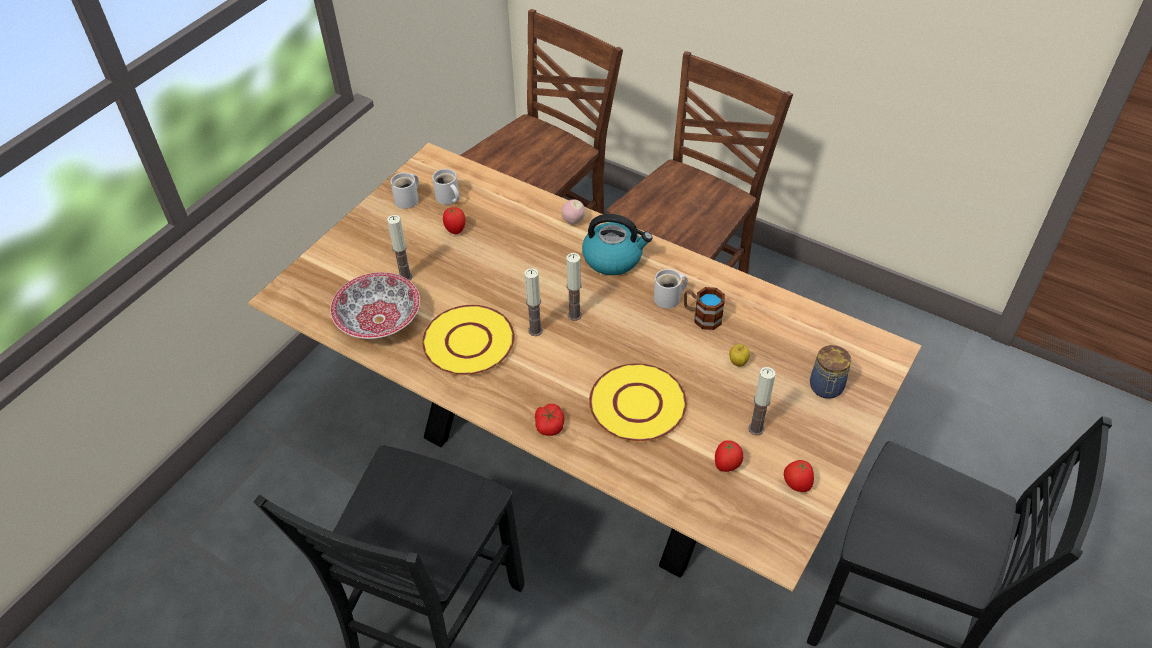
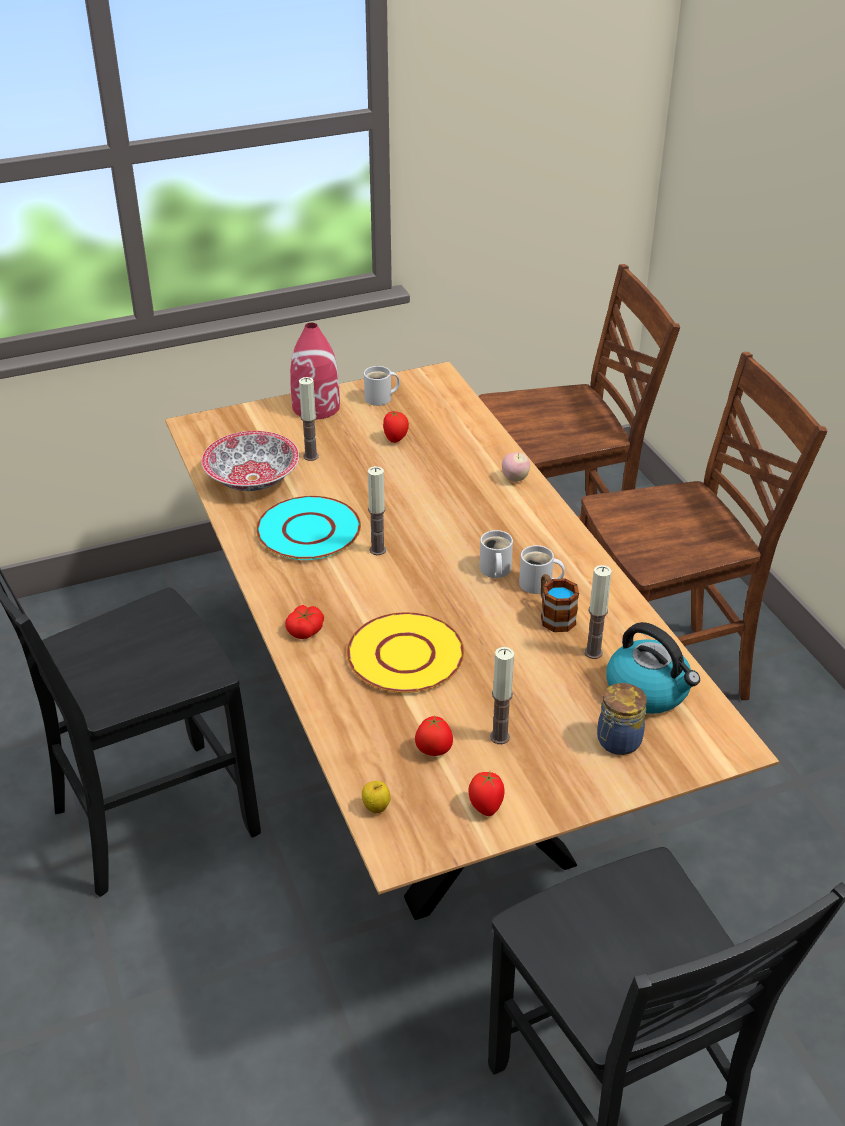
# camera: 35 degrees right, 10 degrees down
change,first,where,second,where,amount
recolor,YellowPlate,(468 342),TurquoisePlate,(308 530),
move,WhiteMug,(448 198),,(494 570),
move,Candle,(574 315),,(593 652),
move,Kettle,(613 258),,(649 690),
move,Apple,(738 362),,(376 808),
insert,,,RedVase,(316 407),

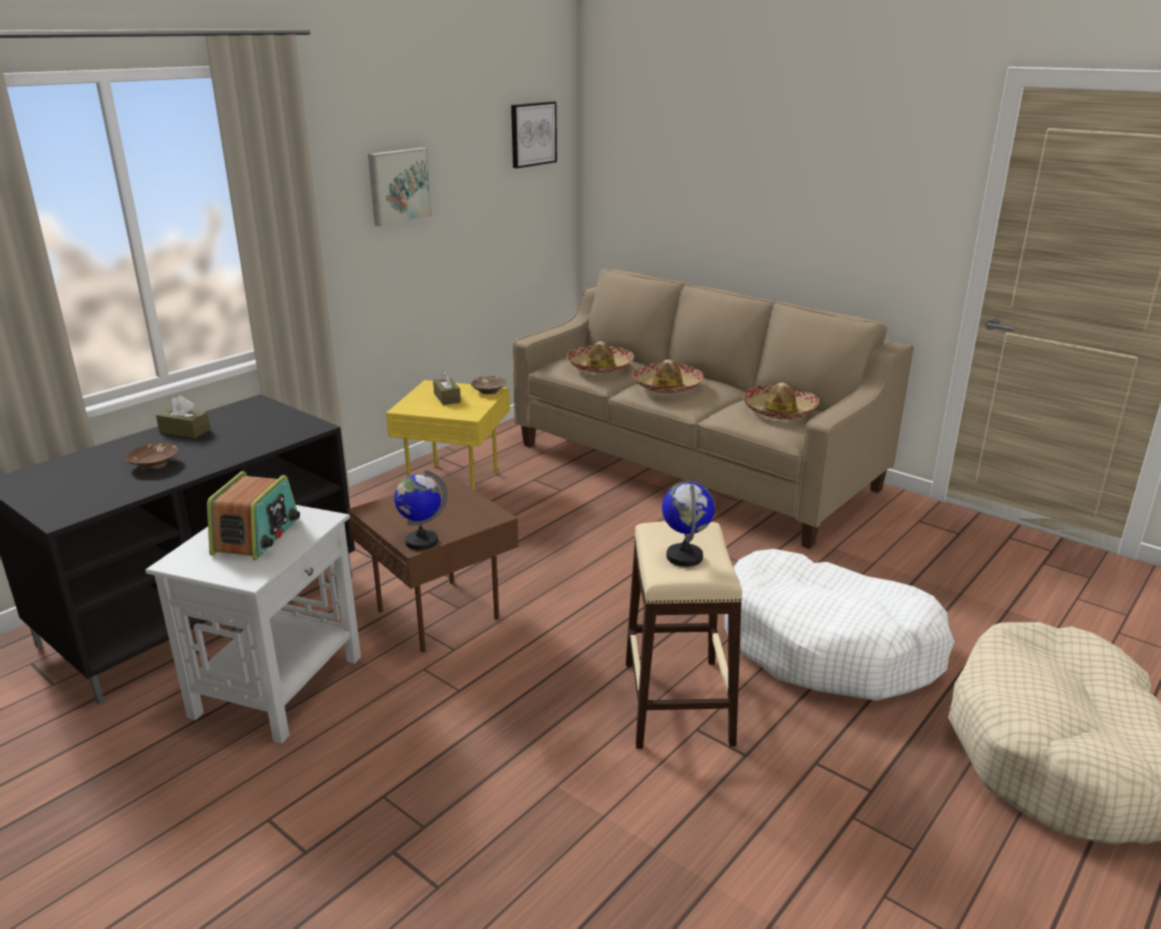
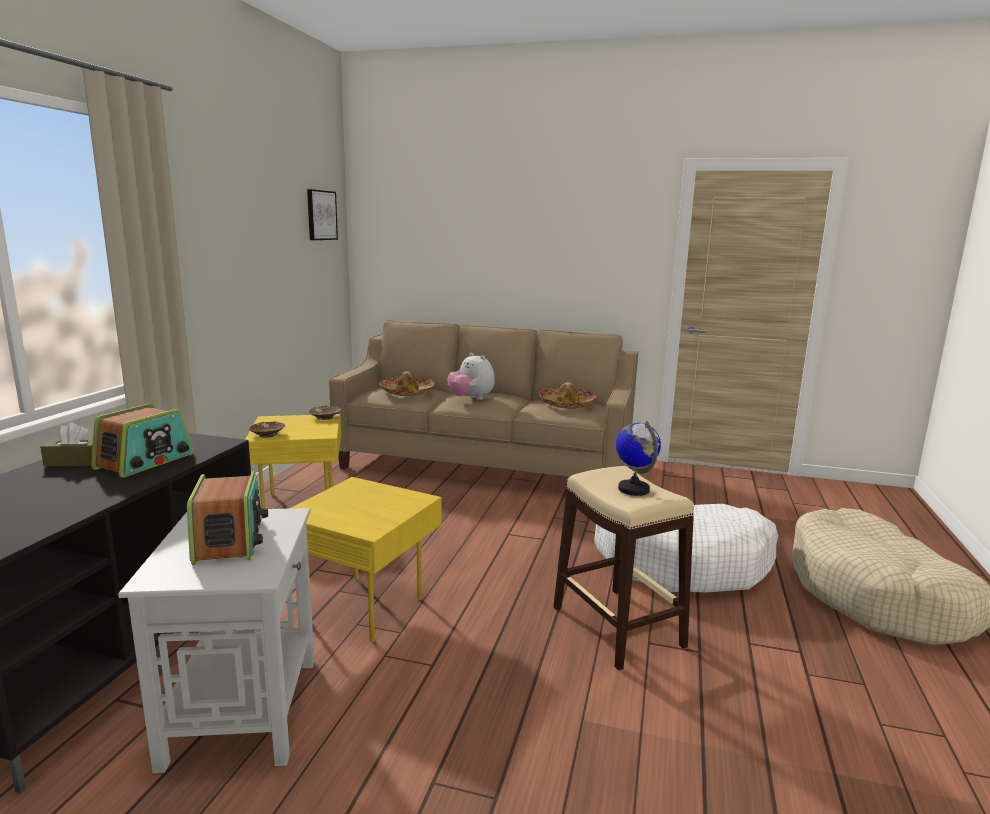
# camera: 25 degrees left, 10 degrees down
change,first,where,second,where,amount
move,BrownBowl,(154 464),,(268 434),
recolor,BrownSideTable,(442 615),YellowSideTable,(367 607),
delete,Picture,(398 186),,,
delete,Globe,(421 541),,,
delete,BrownTissueBox,(447 398),,,
replace,Hat,(666 386),PlushToy,(471 398),
insert,,,Radio,(145 461),

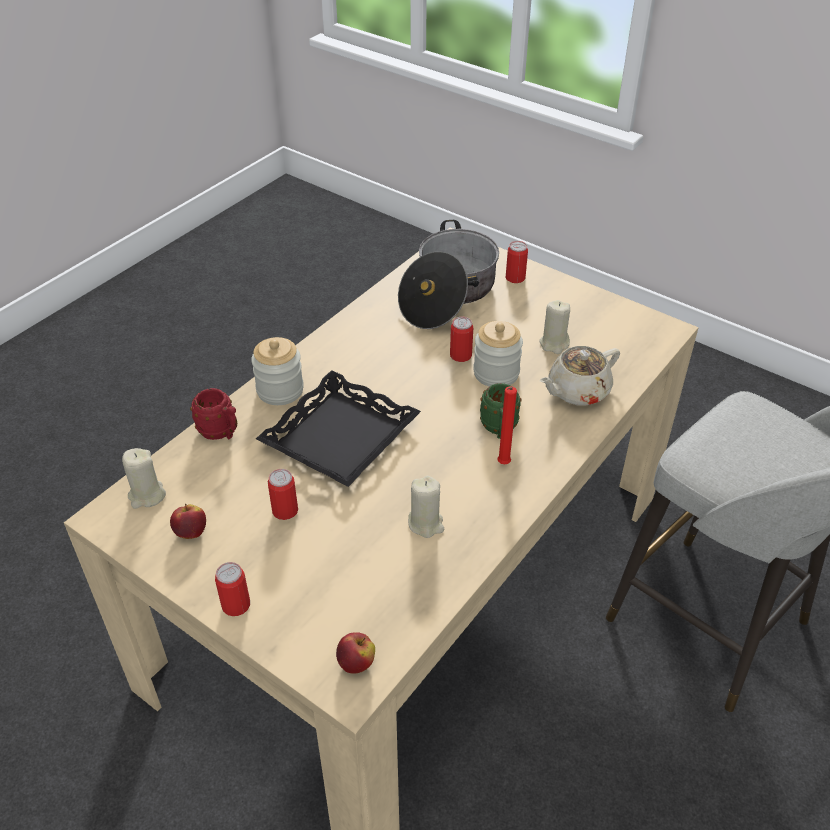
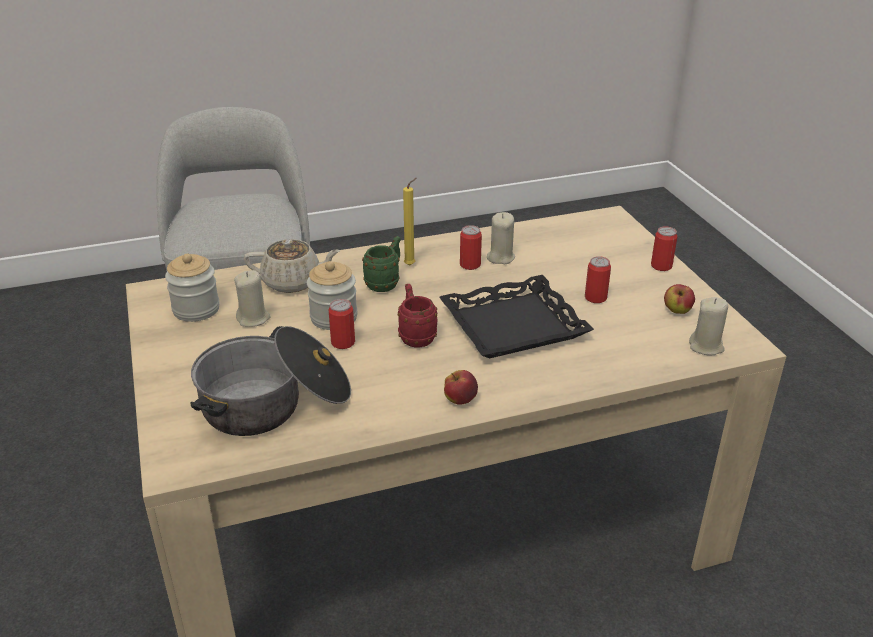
# camera: 145 degrees left, 10 degrees down
change,first,where,second,where,amount
move,RedMug,(221 433),,(415 336),
move,Jar,(280 390),,(196 309),
move,Apple,(356 663),,(460 400),
recolor,RedCandle,(502 465),YellowCandle,(411 265),
move,Can,(515 278),,(470 265),

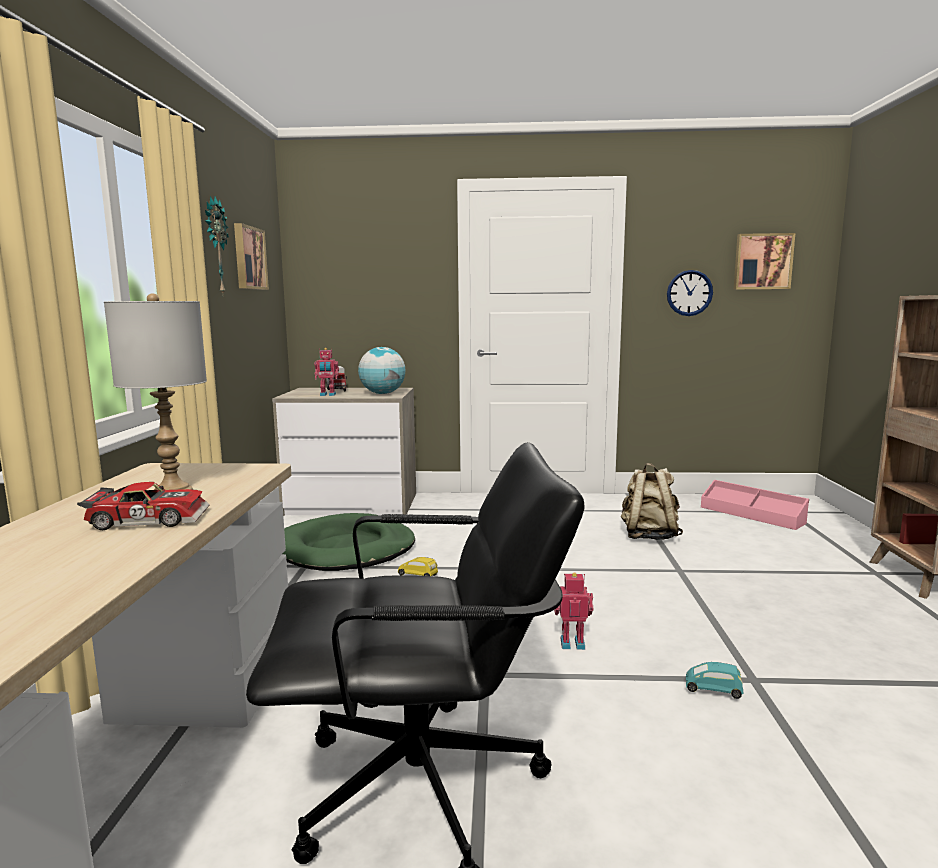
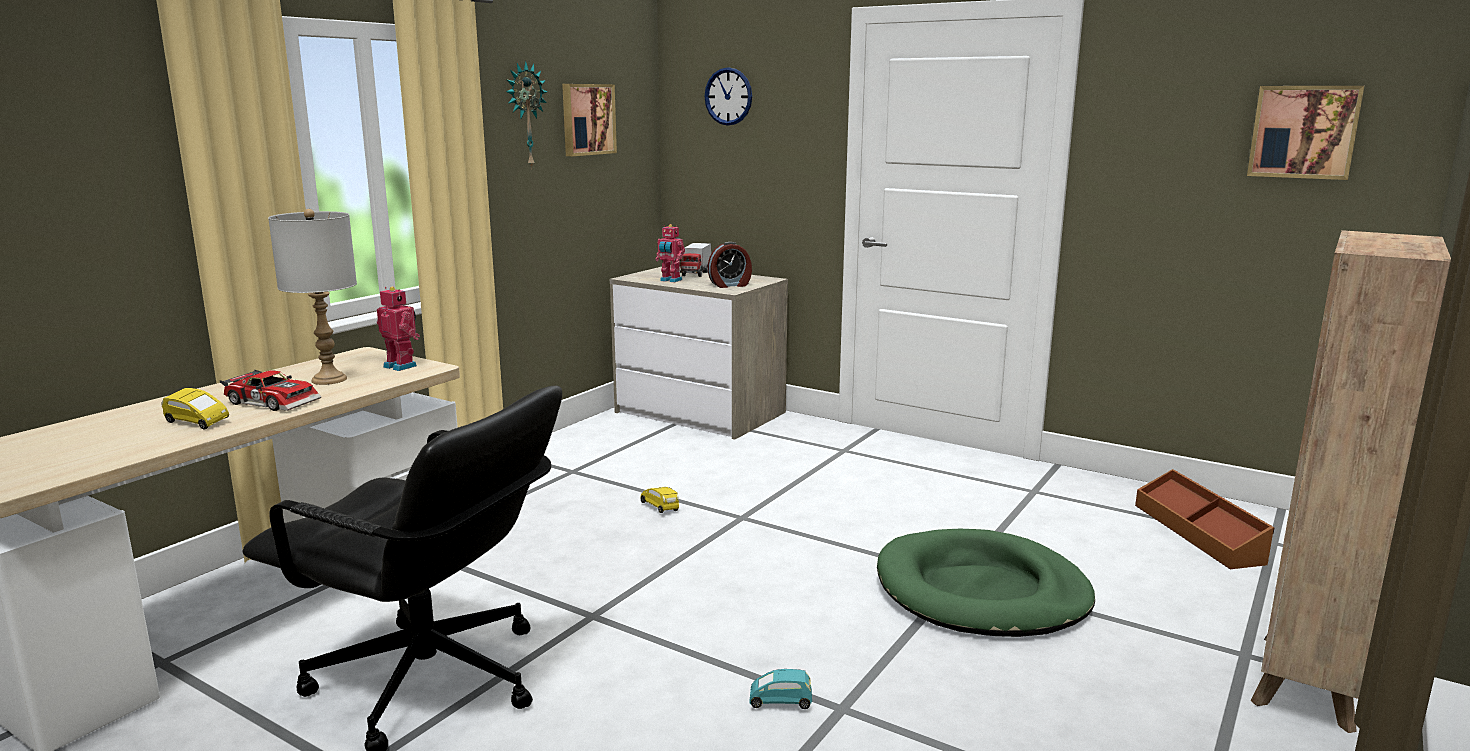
# camera: 30 degrees right, 5 degrees up
change,first,where,second,where,amount
move,GreenDogBed,(346 549),,(981 592),
replace,Globe,(382 393),AlarmClock,(730 285),
move,ToyRobot,(572 642),,(402 366),
delete,BeigeBackpack,(649 536),,,
move,WallClock,(689 293),,(728 96),
rotate,TurquoiseToyCar,(713 690),,(780 702),45 degrees counterclockwise
recolor,PinkStorageBox,(752 514),BrownStorageBox,(1198 533),
insert,,,YellowToyCar,(196 423),

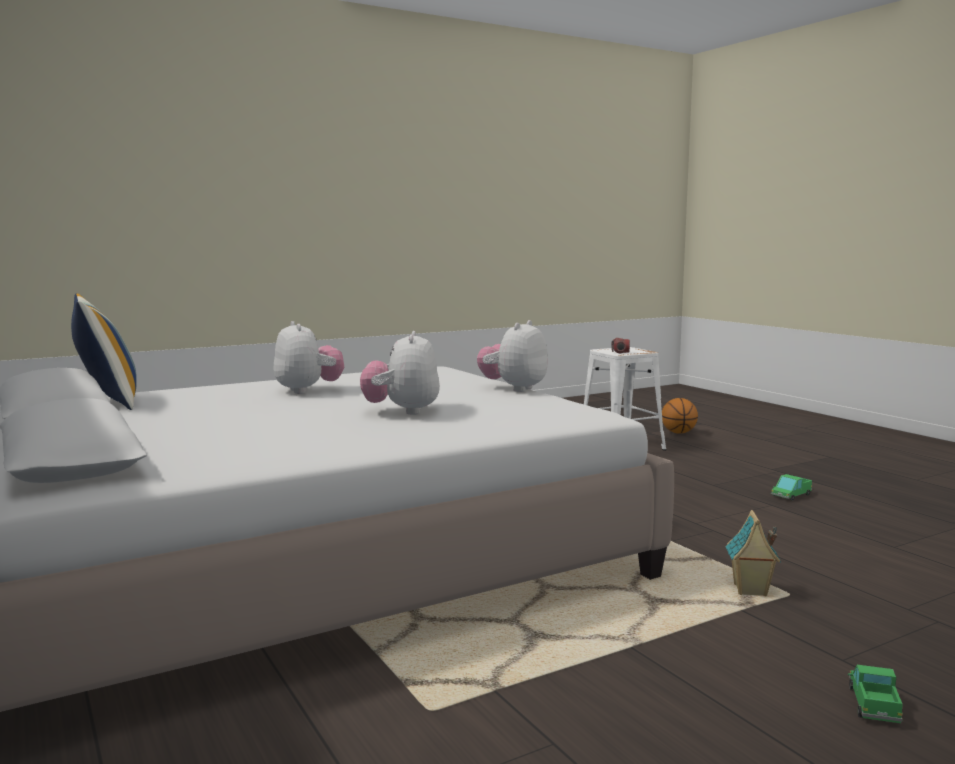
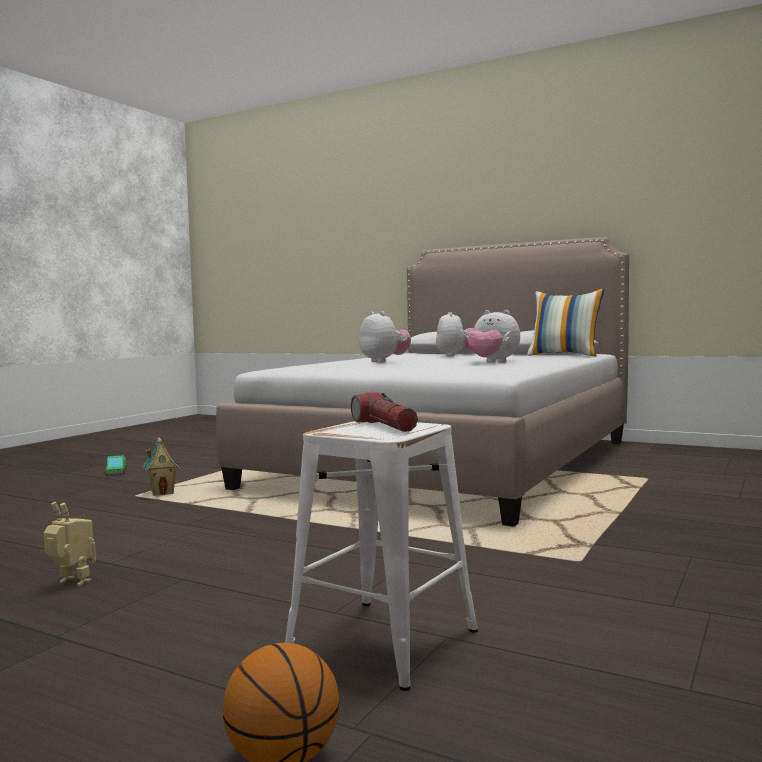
# camera: 150 degrees right, 5 degrees down
change,first,where,second,where,amount
move,PlushToy,(514 389),,(456 355),
replace,ToyTruck,(791 495),ToyRobot,(71 583),

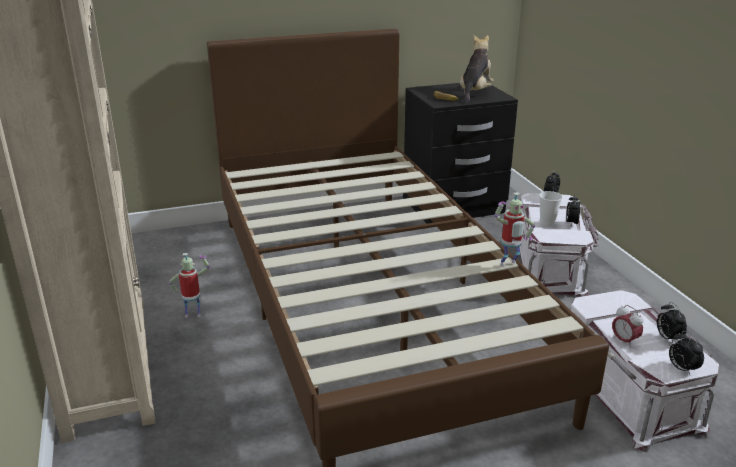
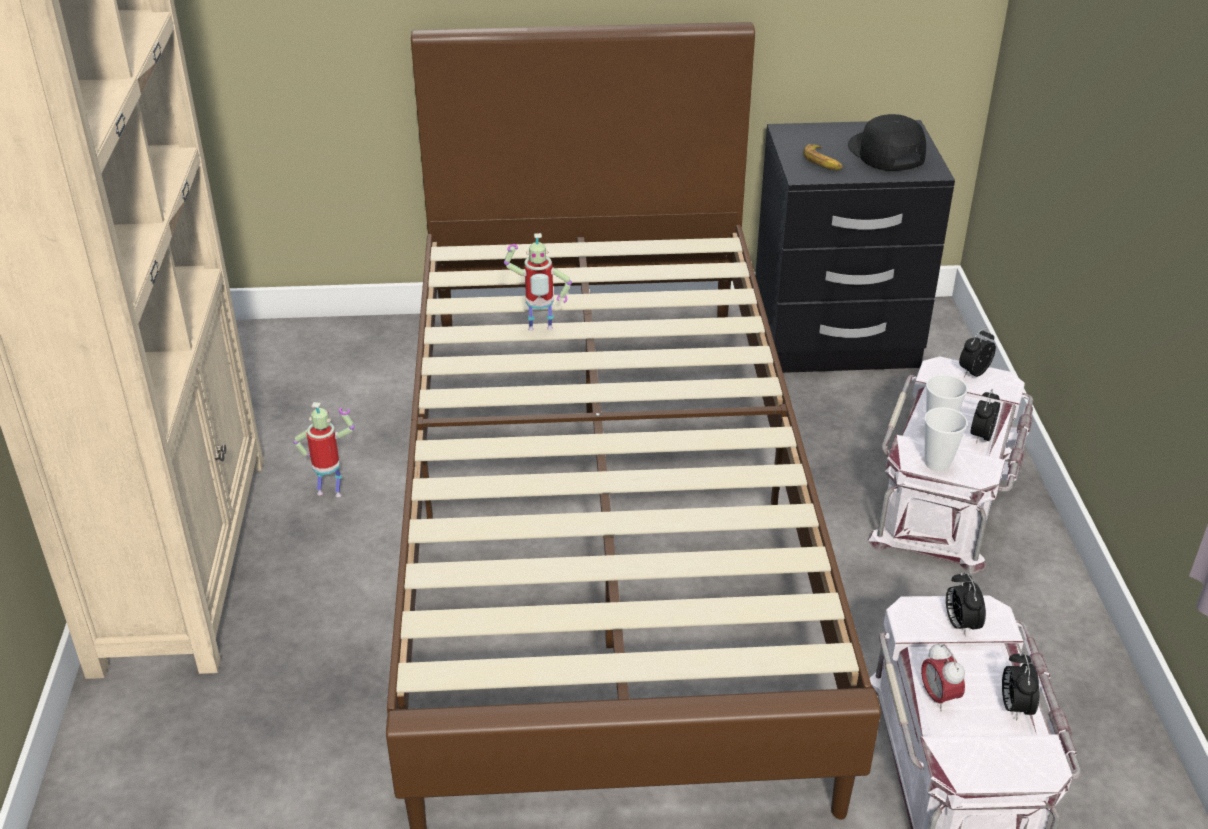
# camera: 15 degrees right, 10 degrees up
change,first,where,second,where,amount
replace,PlushToy,(475 93),BlackCap,(885 152),
move,ToyRobot,(508 264),,(539 331),
move,AlarmClock,(681 368),,(960 624),
insert,,,Cup,(937 464),

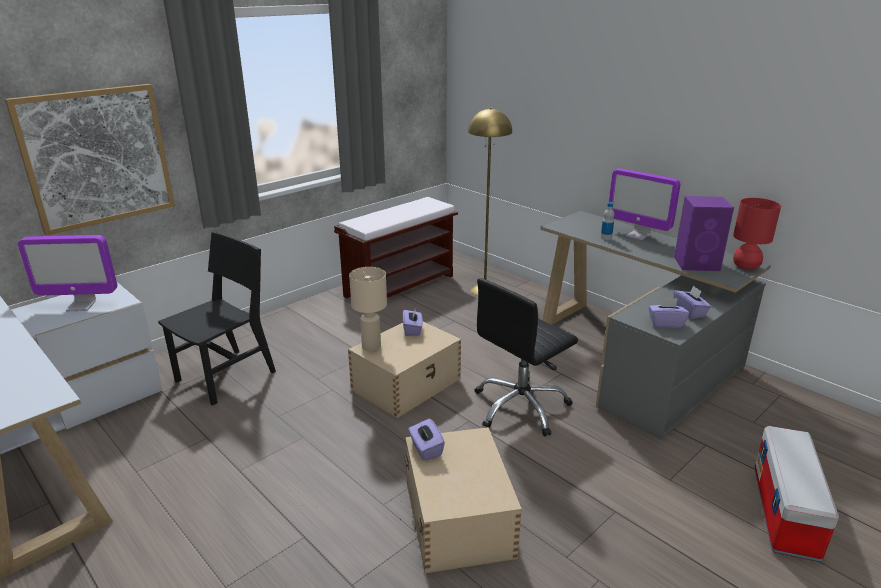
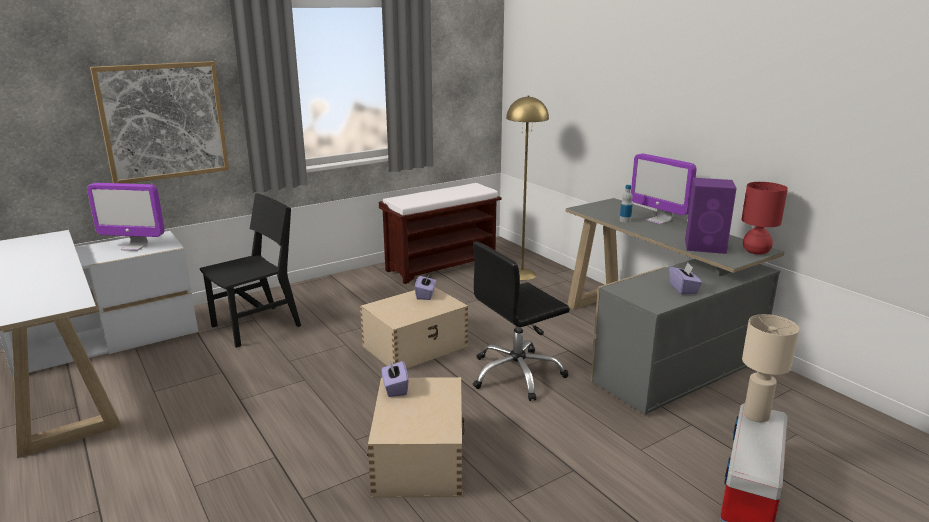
# camera: 10 degrees right, 5 degrees down
change,first,where,second,where,amount
move,BeigeTableLamp,(371 347),,(756 416),
delete,PurpleTissueBox,(666 323),,,

